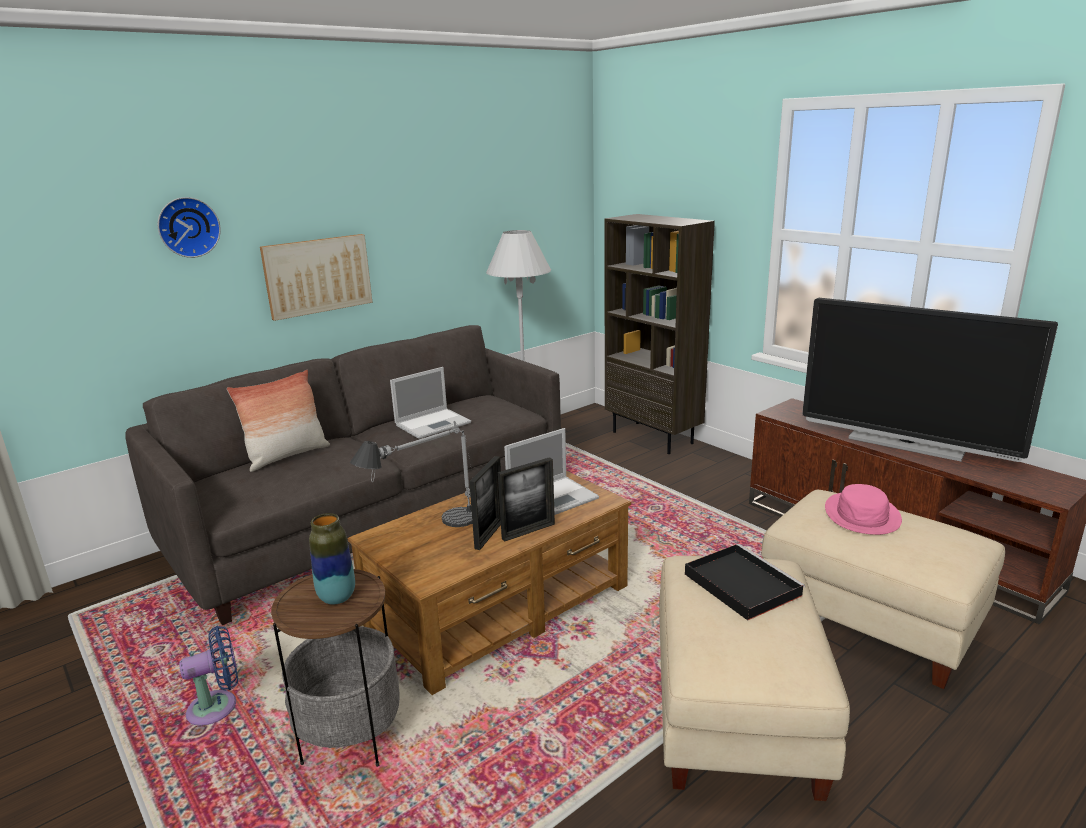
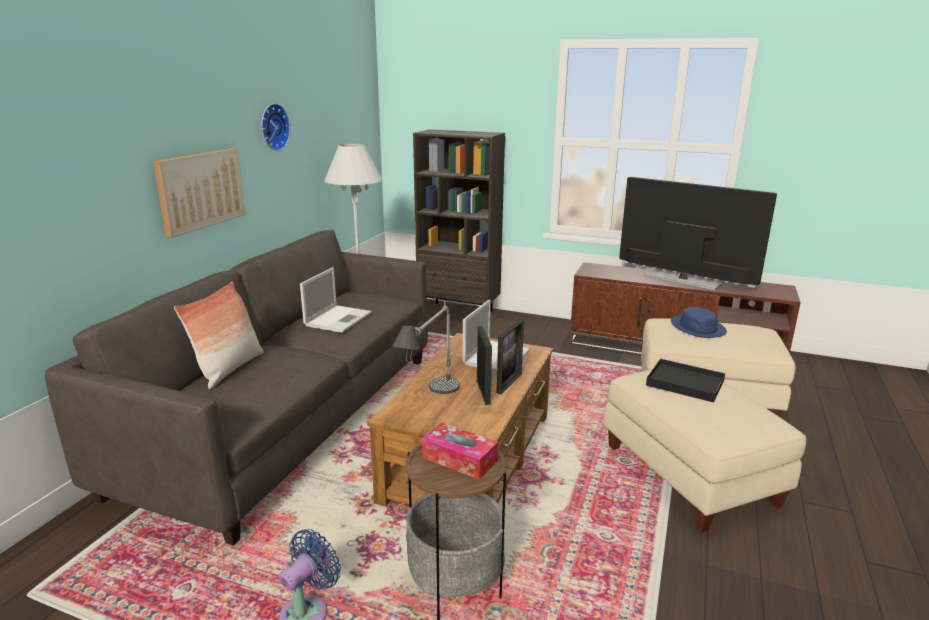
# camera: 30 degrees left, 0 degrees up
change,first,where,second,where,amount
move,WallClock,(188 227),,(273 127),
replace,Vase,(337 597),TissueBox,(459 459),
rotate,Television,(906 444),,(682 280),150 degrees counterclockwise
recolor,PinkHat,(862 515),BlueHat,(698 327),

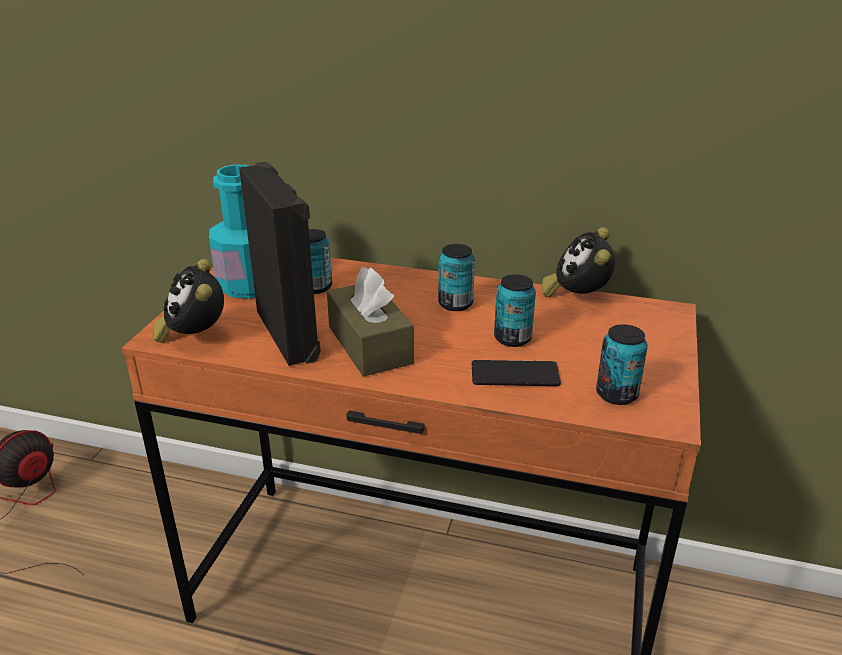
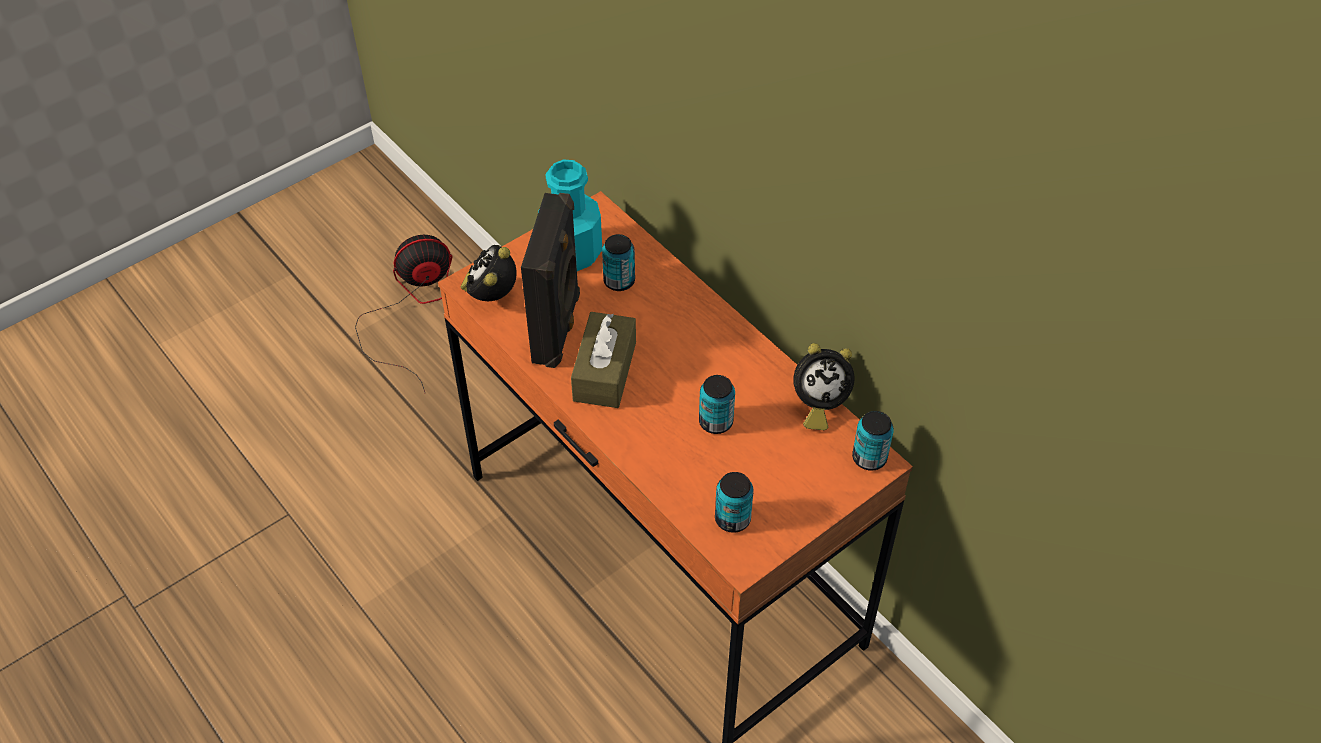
# camera: 35 degrees right, 20 degrees up
change,first,where,second,where,amount
move,Can,(455 304),,(869 458),
delete,Phone,(515 375),,,
rotate,AlarmClock,(577 297),,(817 405),135 degrees counterclockwise

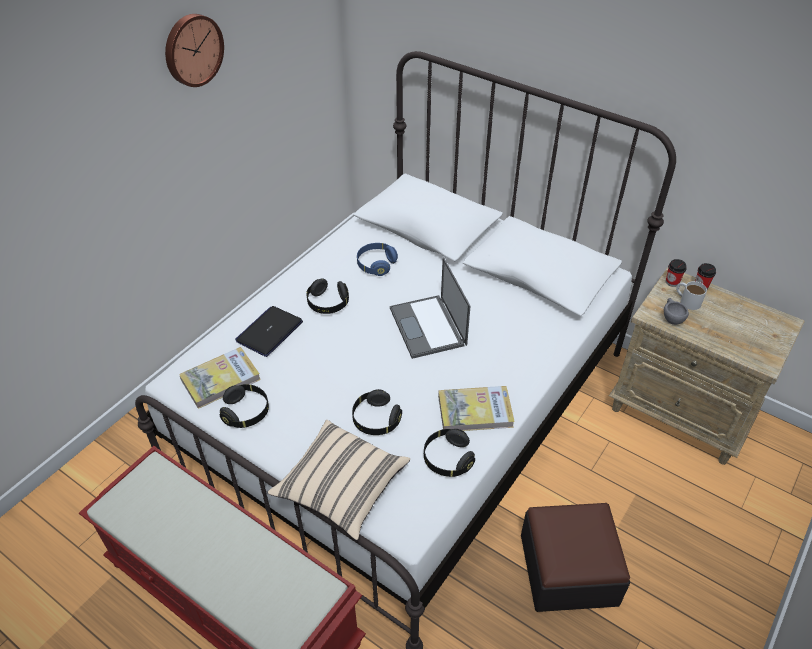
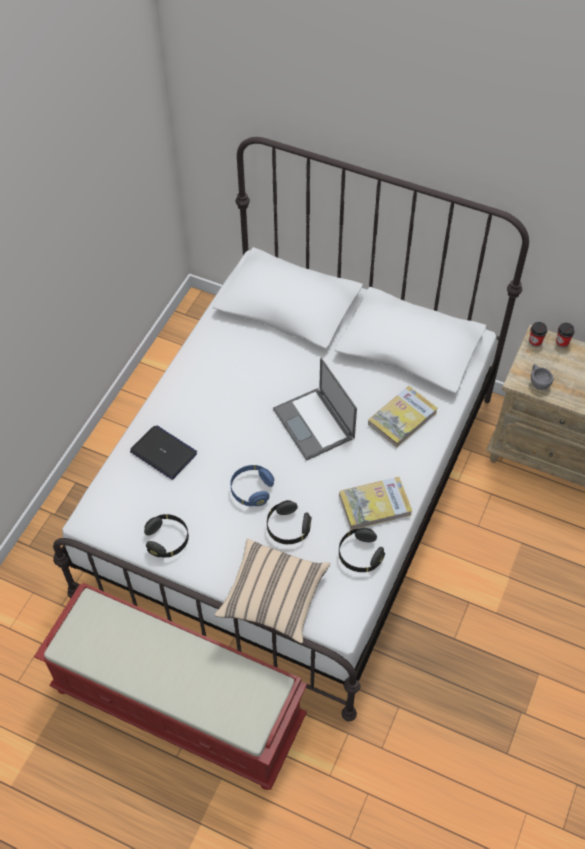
# camera: 10 degrees left, 10 degrees up
change,first,where,second,where,amount
delete,WallClock,(192 49),,,
move,Book,(220 379),,(402 418),
rotate,Laptop,(269 331),,(164 453),105 degrees clockwise
delete,BlackHeadphones,(328 303),,,
move,BlueHeadphones,(376 265),,(251 490),
delete,Ottoman,(568 569),,,
delete,WhiteMug,(687 300),,,

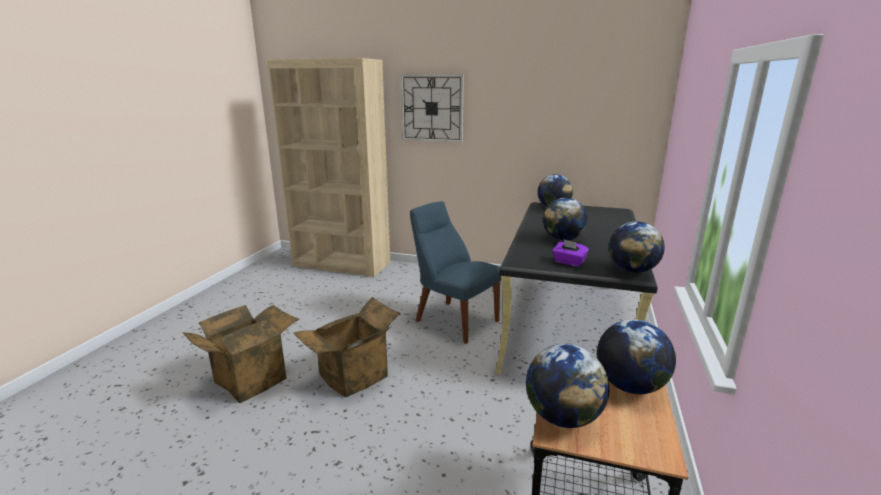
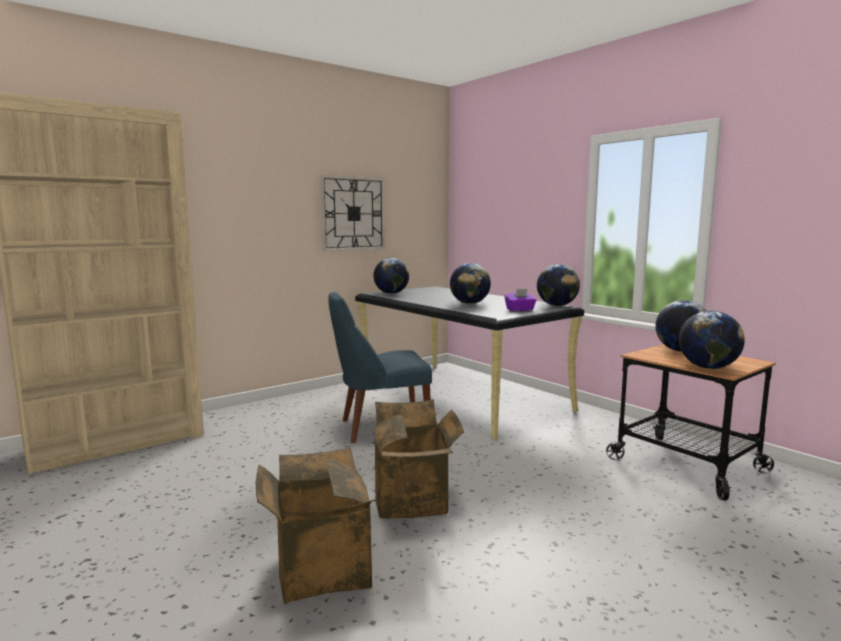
# camera: 55 degrees left, 10 degrees down
change,first,where,second,where,amount
move,WallClock,(432 108),,(353 213),

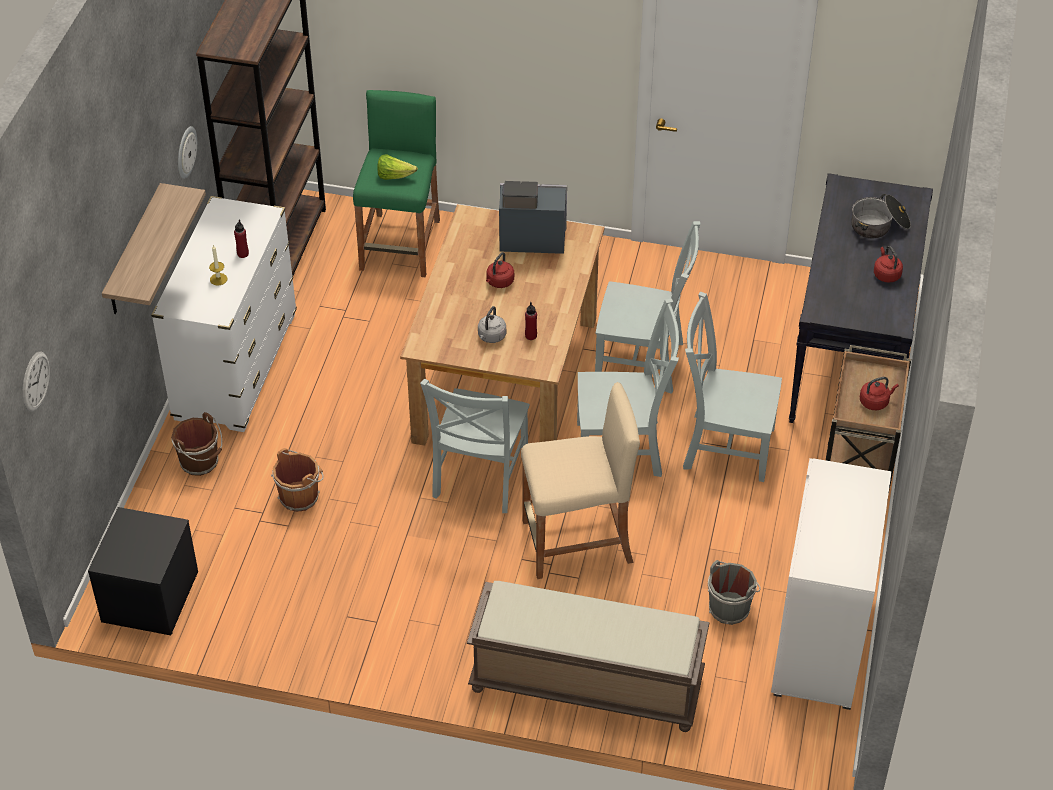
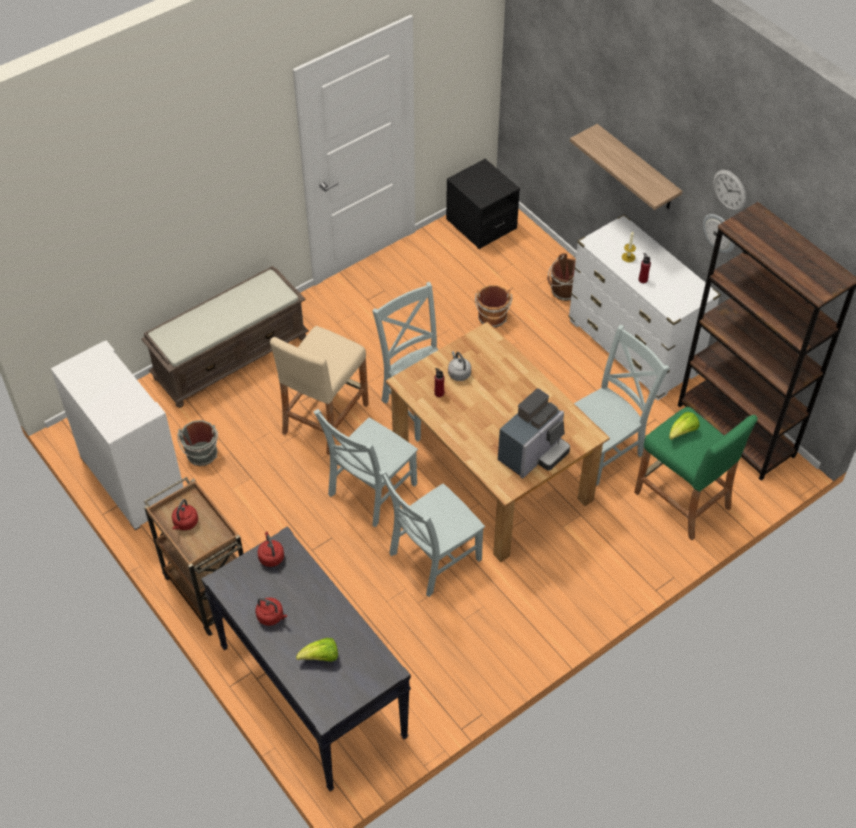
# camera: 130 degrees right, 5 degrees up
change,first,where,second,where,amount
move,WallClock,(35 381),,(729 190),
move,RedKettle,(499 282),,(271 556),
move,GreyChair,(724 446),,(603 449),
replace,CookingPot,(879 226),Lettuce,(321 657),

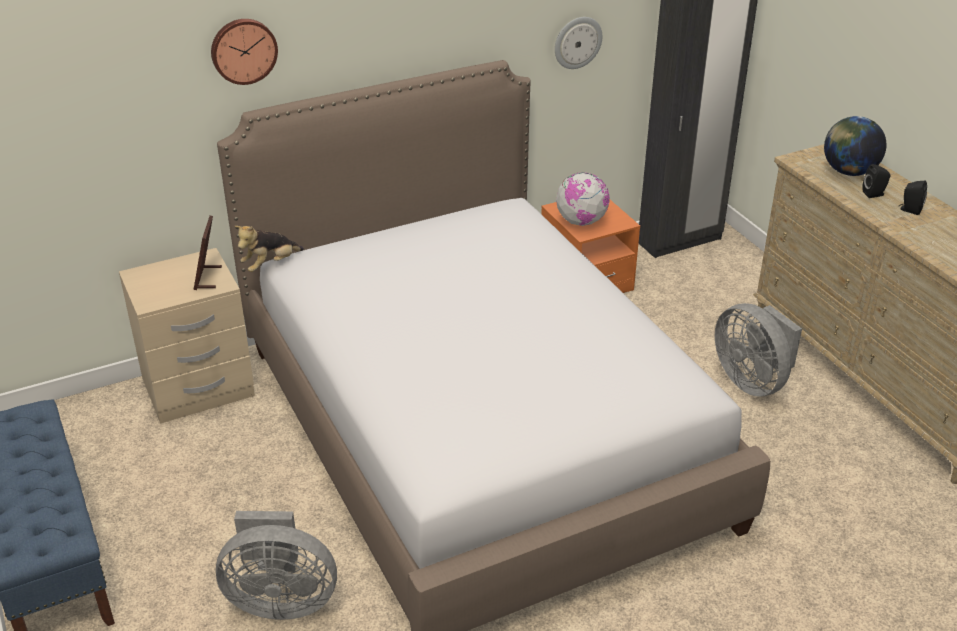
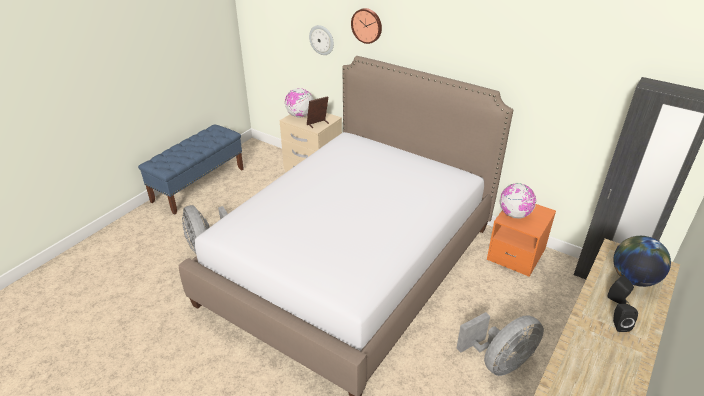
# camera: 60 degrees right, 0 degrees up
change,first,where,second,where,amount
delete,PlushToy,(270 265),,,
move,WallClock,(577 42),,(322 40),
rotate,GreyFan,(752 381),,(499 362),150 degrees counterclockwise
insert,,,Globe,(300 116),

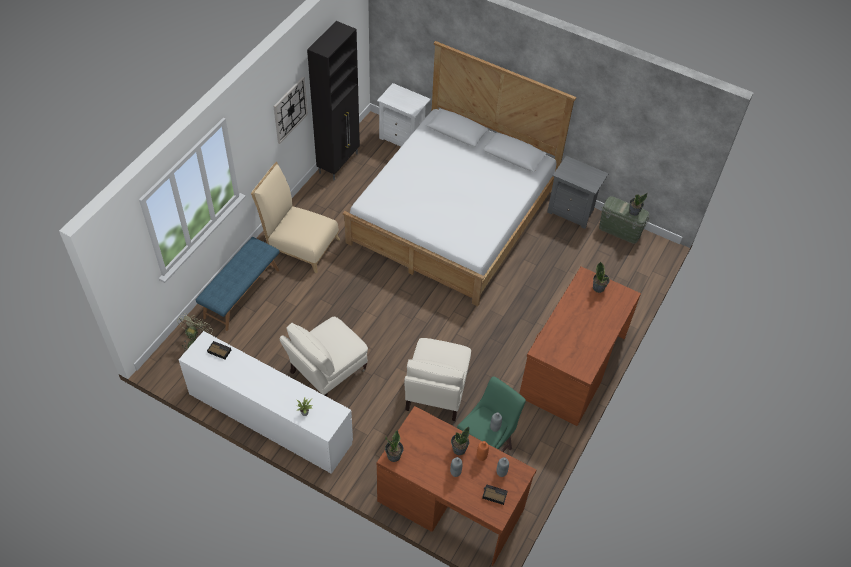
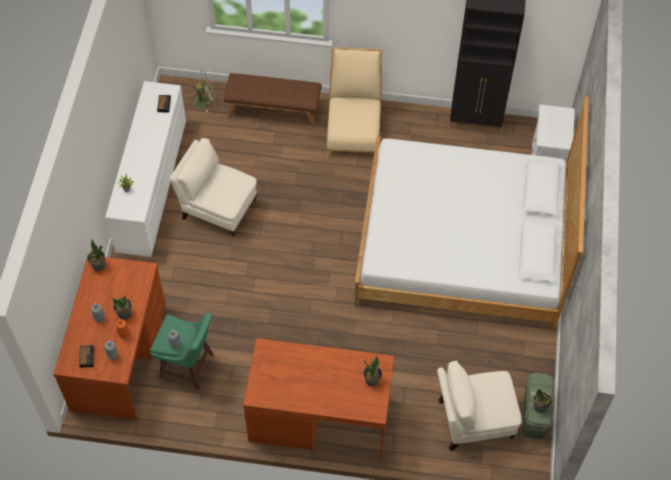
# camera: 70 degrees right, 5 degrees up
change,first,where,second,where,amount
recolor,BlueBench,(241 293),BrownBench,(274 111),
delete,WallClock,(290 110),,,
move,BeigeArmchair,(435 392),,(472 420),
delete,GreyNightstand,(572 211),,,

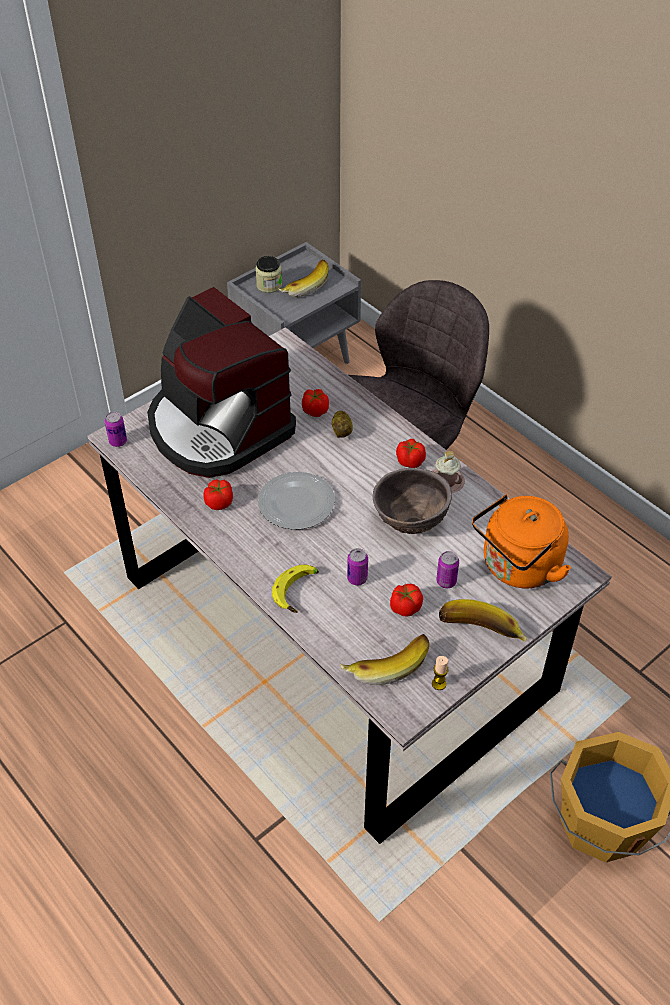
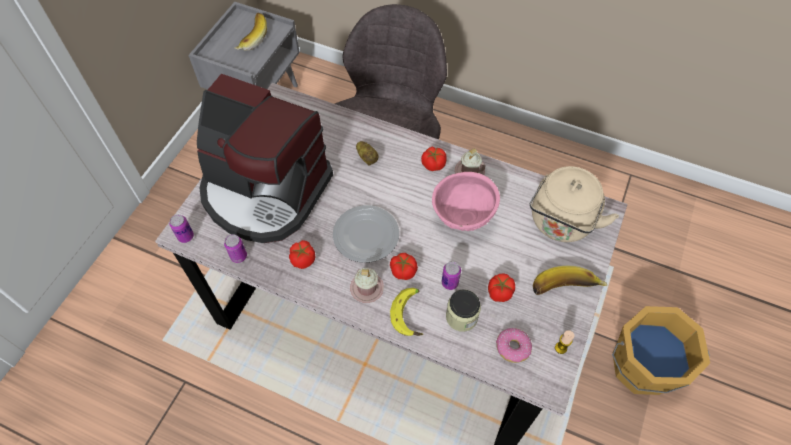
# camera: 25 degrees left, 10 degrees up
change,first,where,second,where,amount
move,Jar,(269 285),,(461 317),
move,Tomato,(315 410),,(403 271),
replace,Banana,(386 663),Donut,(512 347),
recolor,BrownBowl,(410 523),PinkBowl,(462 218),
move,Can,(446 581),,(239 256),
recolor,OrangeKettle,(517 567),BeigeKettle,(560 223),
insert,,,PinkMug,(367 288),

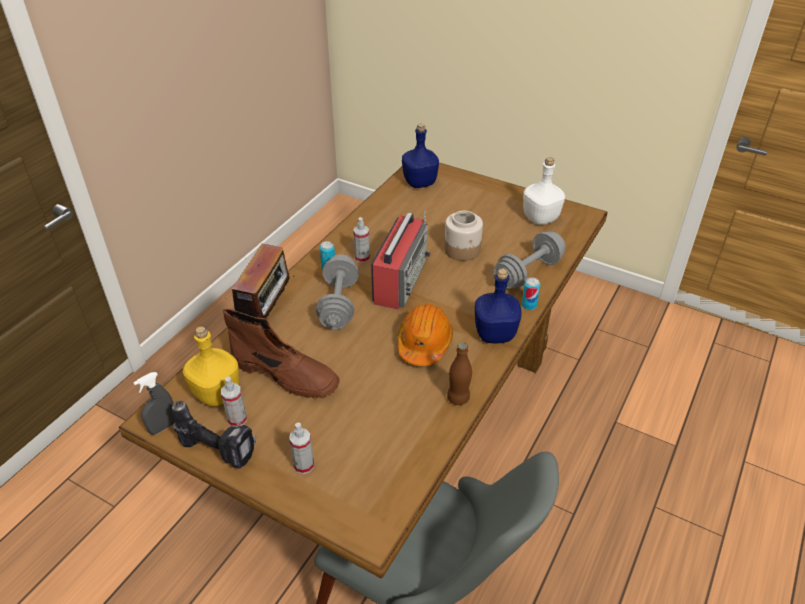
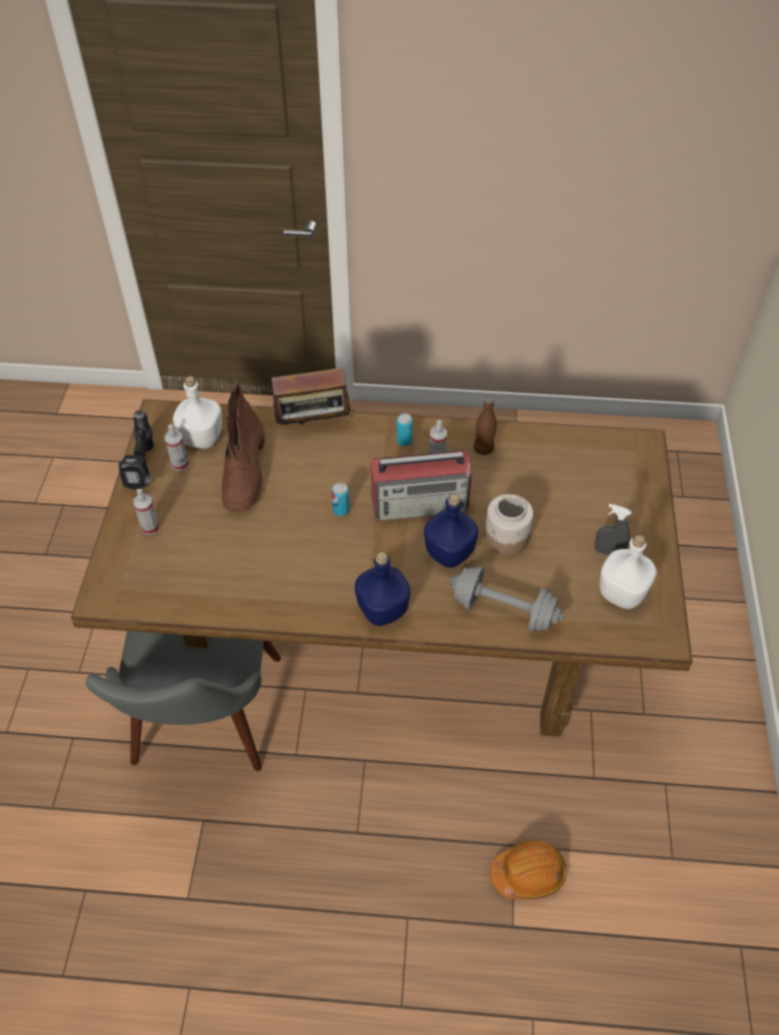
# camera: 65 degrees right, 10 degrees up
change,first,where,second,where,amount
move,GreySprayBottle,(163 427),,(608 553),
recolor,YellowBottle,(217 392),WhiteBottle,(203 438),
delete,GreyDumbbell,(339 304),,,
move,OrangeHardHat,(424 343),,(528 873),
move,BlueBottle,(420 183),,(448 554),
move,BrownBottle,(458 398),,(483 449),
move,Can,(529 305),,(341 510),

